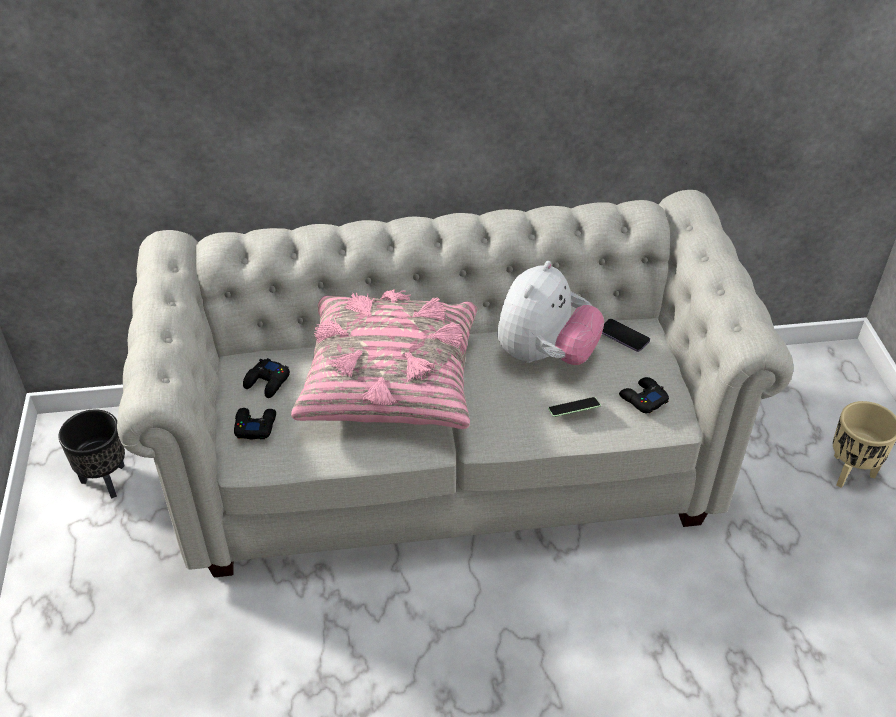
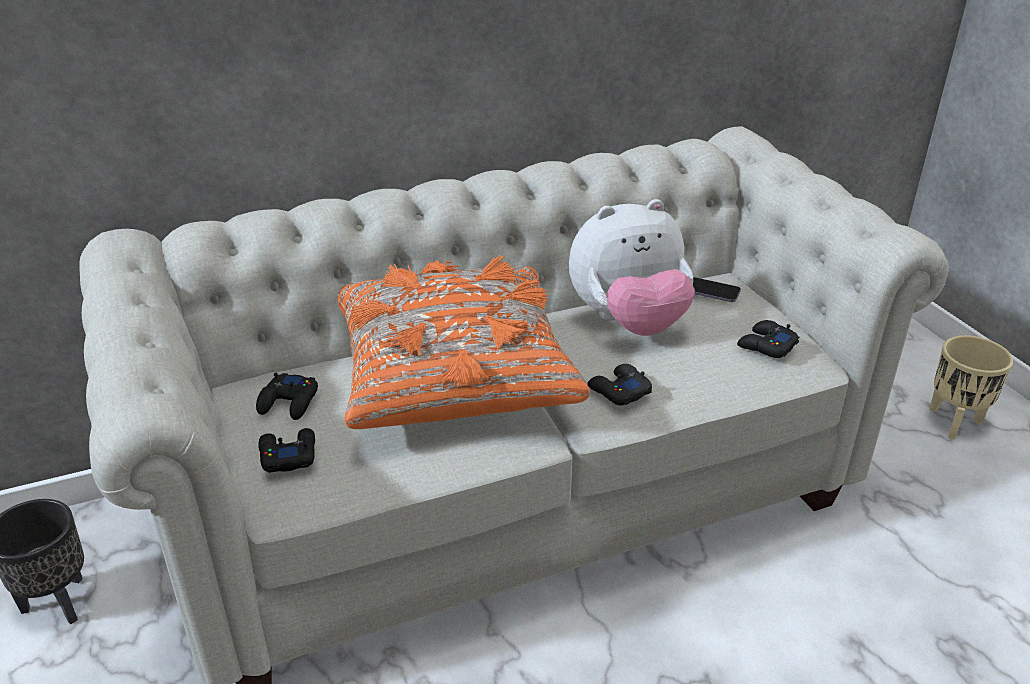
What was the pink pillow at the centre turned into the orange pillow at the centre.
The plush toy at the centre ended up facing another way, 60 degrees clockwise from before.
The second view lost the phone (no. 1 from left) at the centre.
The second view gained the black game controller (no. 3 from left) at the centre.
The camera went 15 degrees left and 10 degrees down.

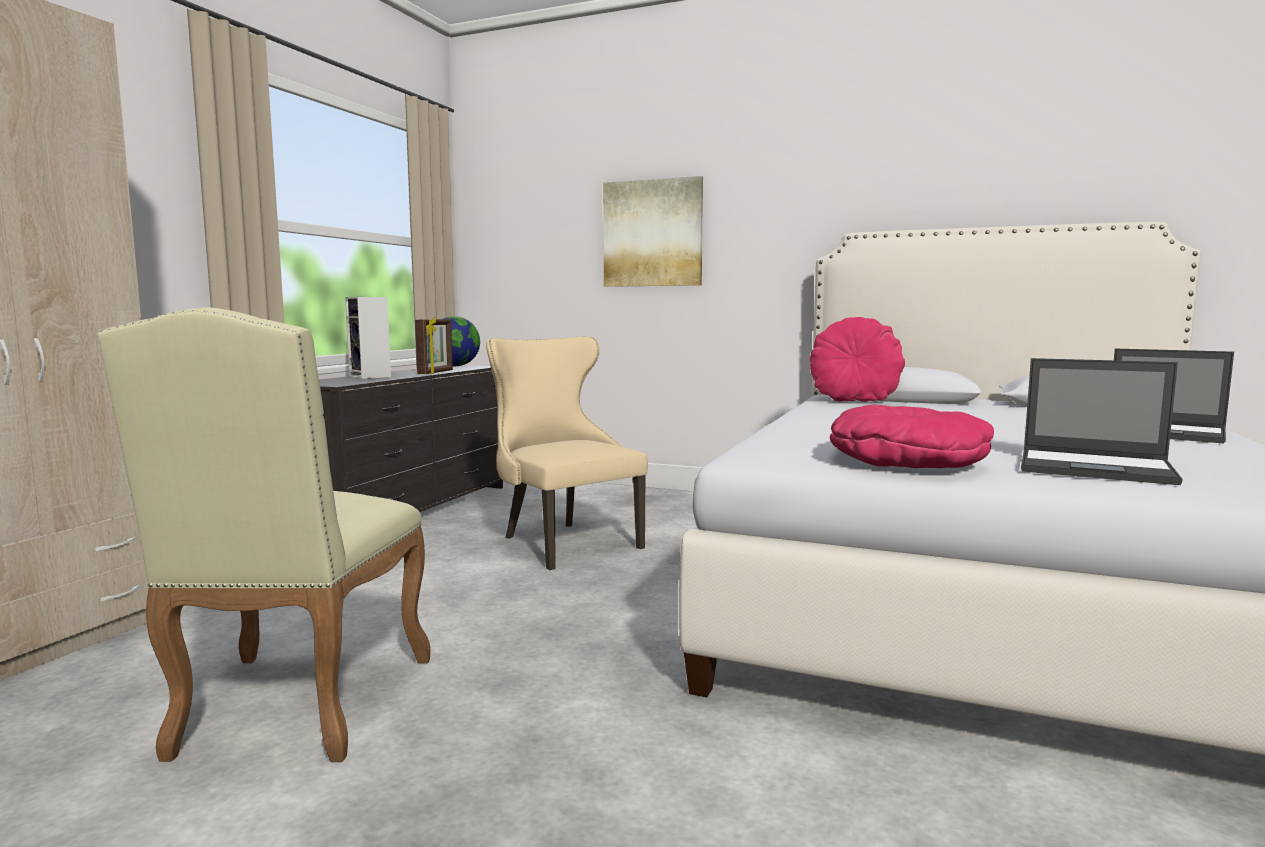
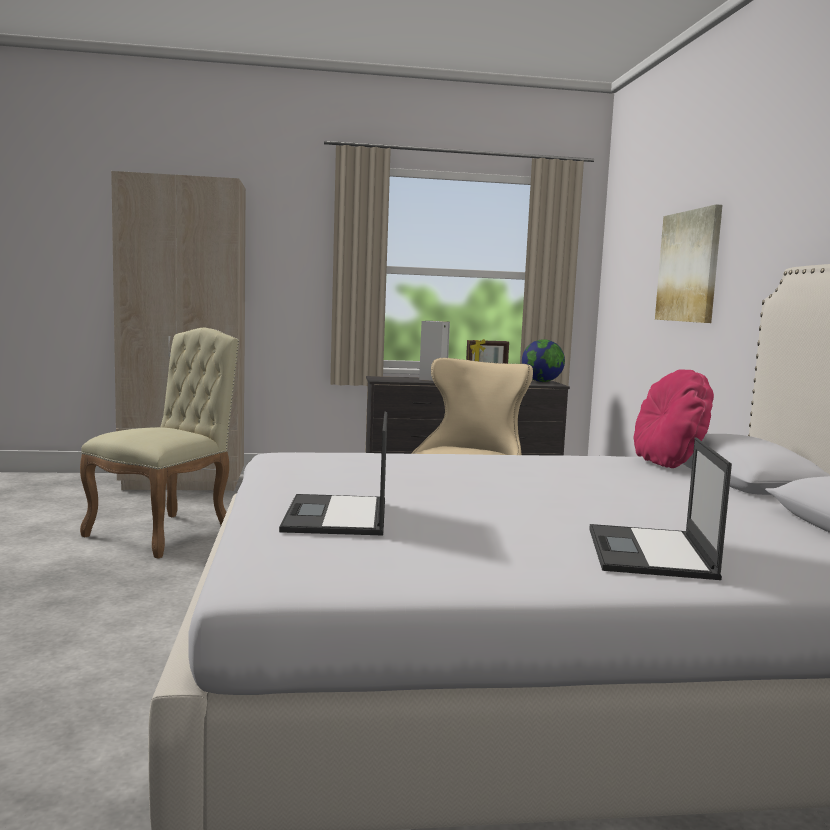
The beige chair (no. 1 from left) at the middle left ended up facing another way, 150 degrees clockwise from before.
The second view lost the pink pillow (no. 2 from left) at the middle right.
The camera went 60 degrees right and 0 degrees up.

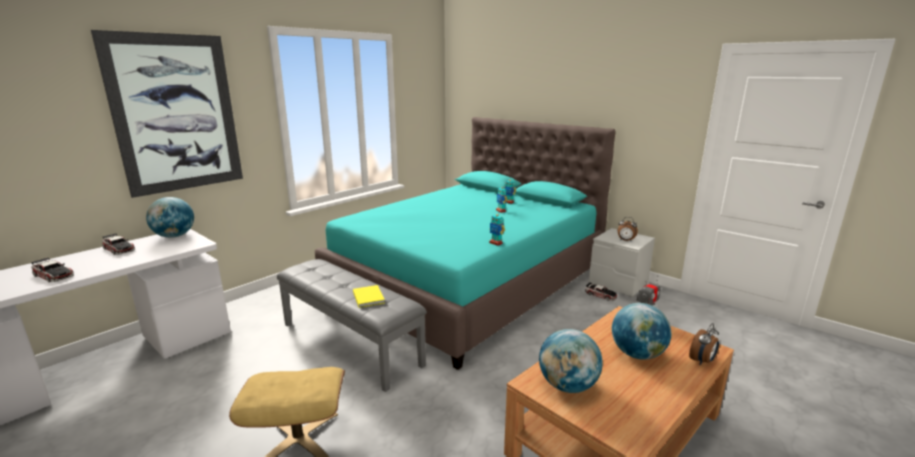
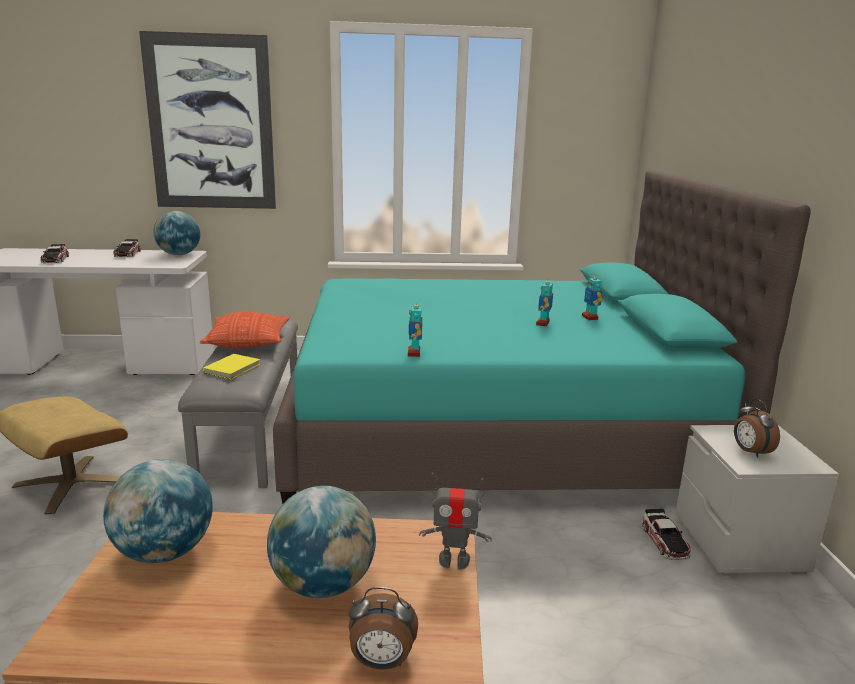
The second view gained the orange pillow at the middle left.
The camera went 45 degrees right and 0 degrees up.

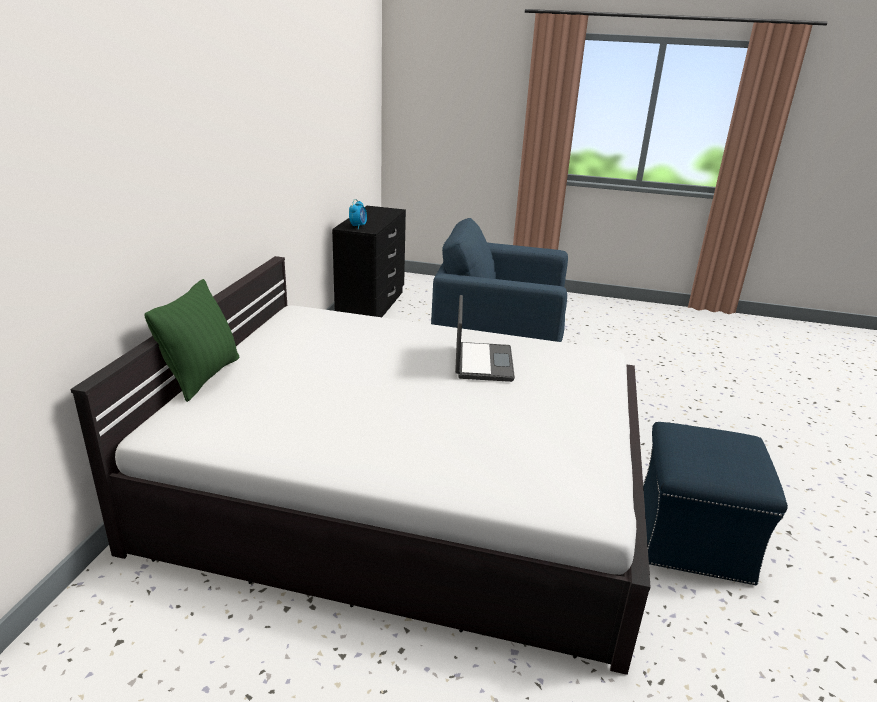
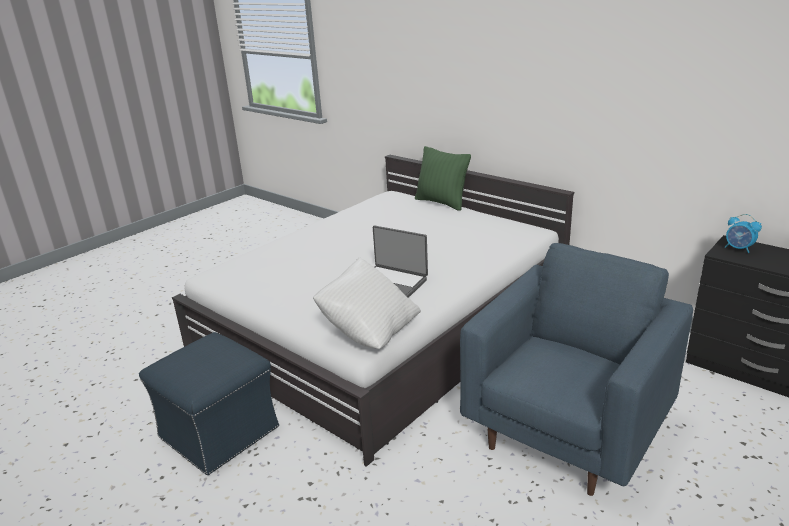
The second view gained the white pillow at the centre.
The camera went 120 degrees right and 0 degrees up.

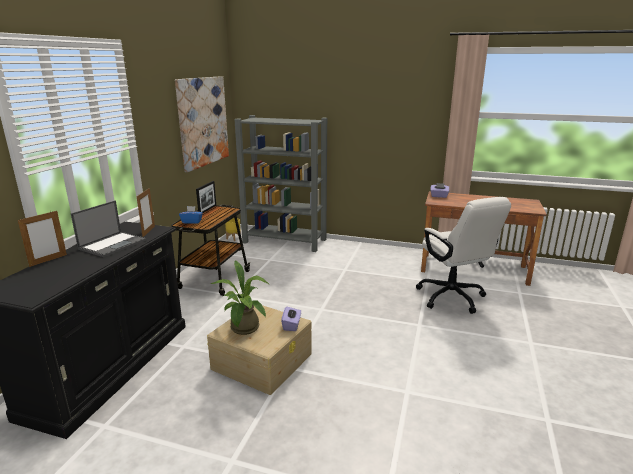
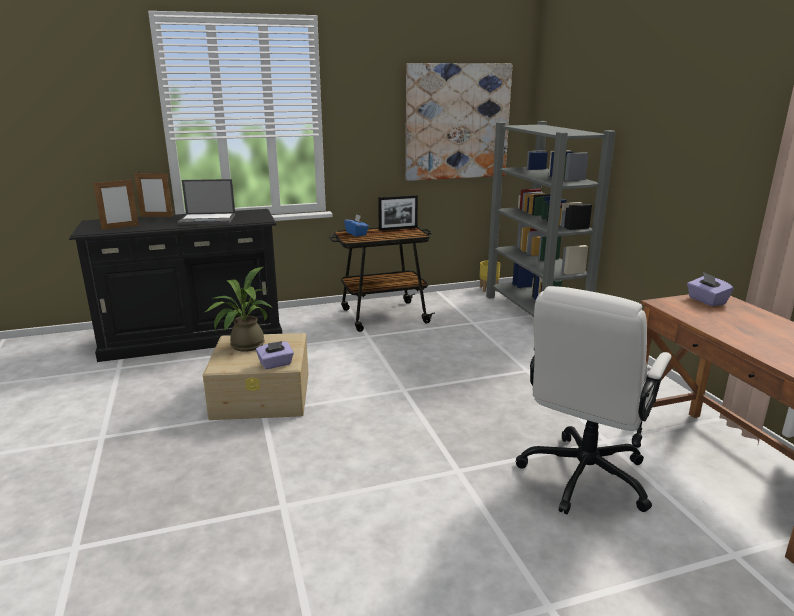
The picture frame (no. 2 from left in the first image) ended up elsewhere, having gone from the middle left to the top left.
The camera went 55 degrees right and 0 degrees up.

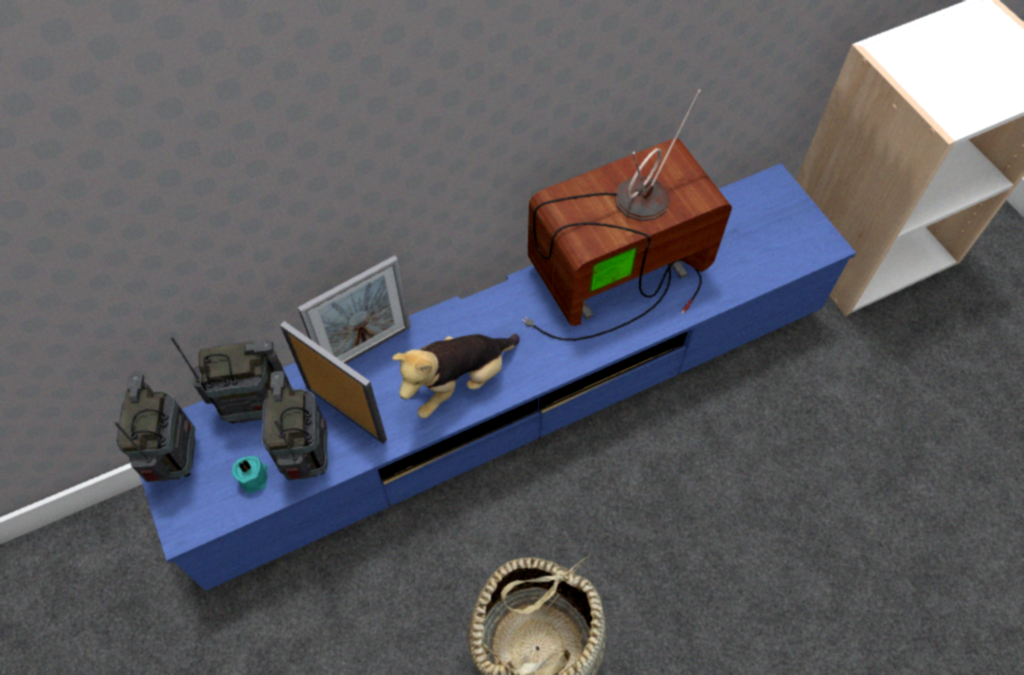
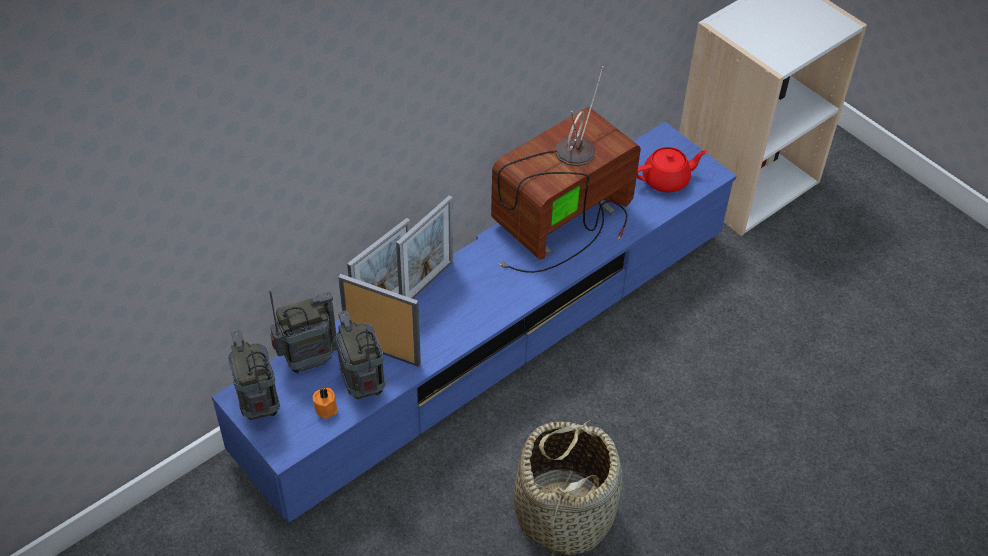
What was the turquoise candle at the bottom left turned into the orange candle at the bottom left.
The second view lost the plush toy at the centre.
The second view gained the picture frame (no. 3 from left) at the centre.
The second view gained the red teapot at the top right.
The camera went 15 degrees left and 10 degrees down.

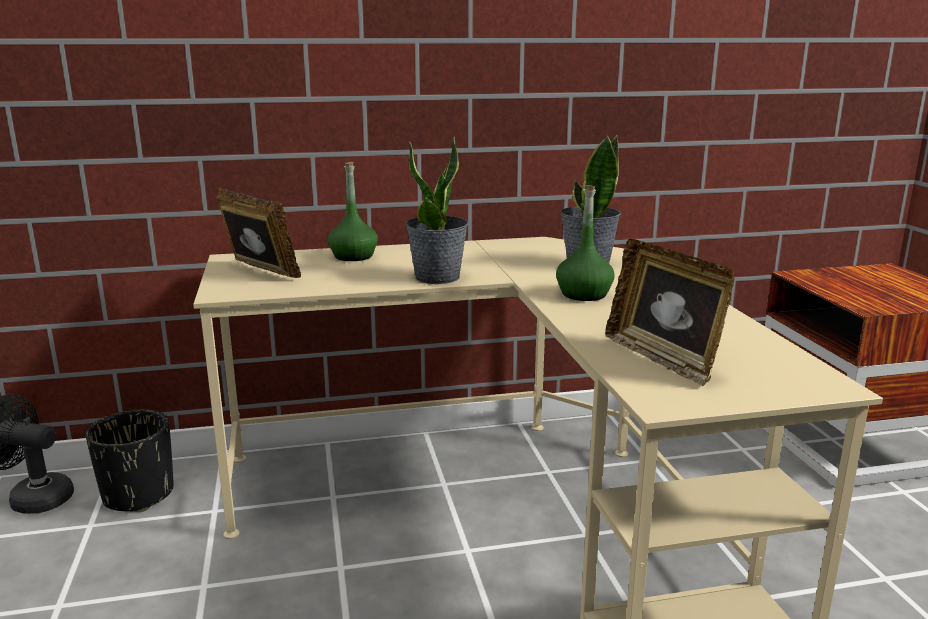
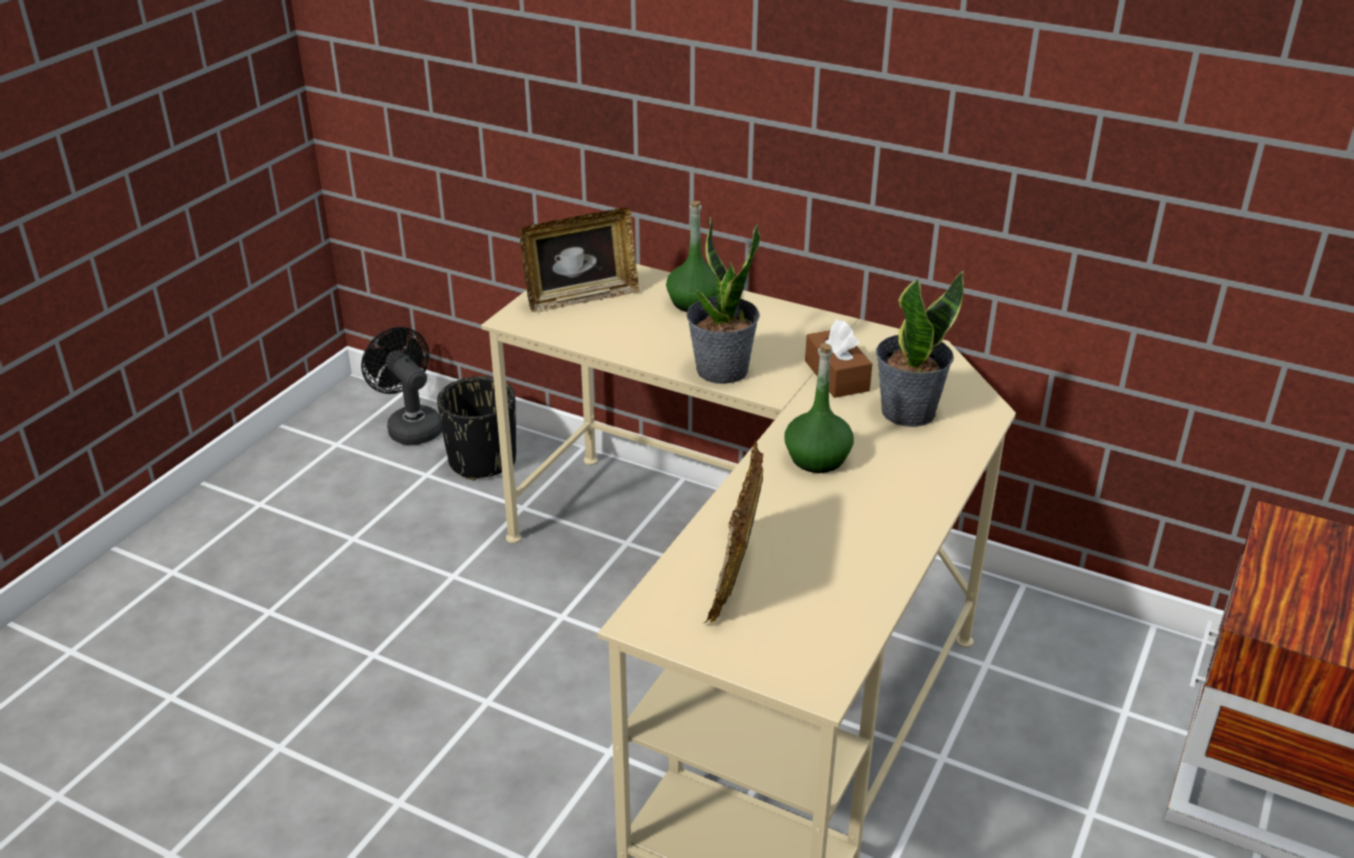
The picture frame (no. 1 from left) at the middle left ended up facing another way, 75 degrees clockwise from before.
The second view gained the brown tissue box at the centre.
The camera went 40 degrees right and 15 degrees up.

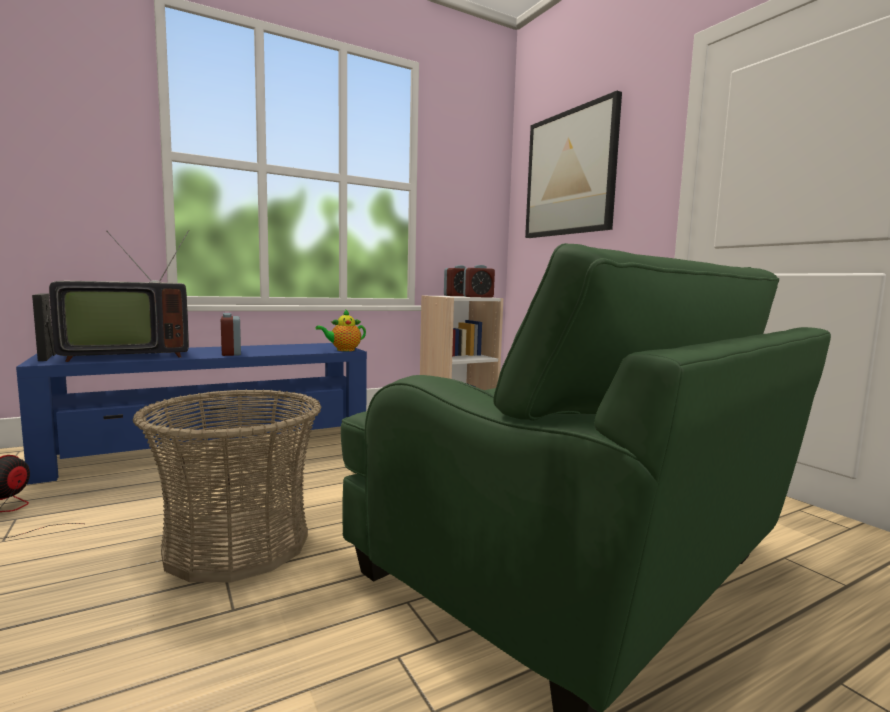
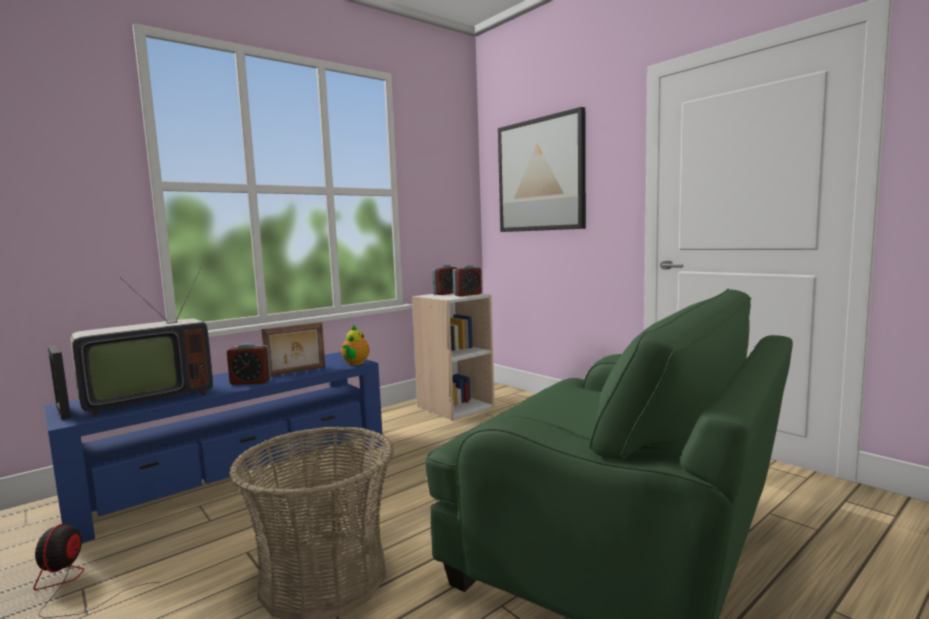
The alarm clock (no. 1 from left) at the middle left ended up facing another way, 60 degrees counterclockwise from before.
The teapot at the centre ended up facing another way, 45 degrees counterclockwise from before.
The second view gained the picture frame (no. 2 from left) at the middle left.
The camera went 10 degrees left and 0 degrees up.

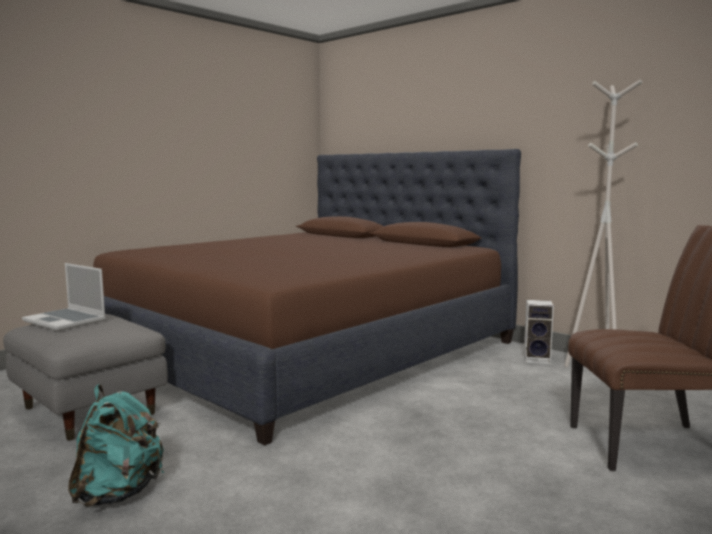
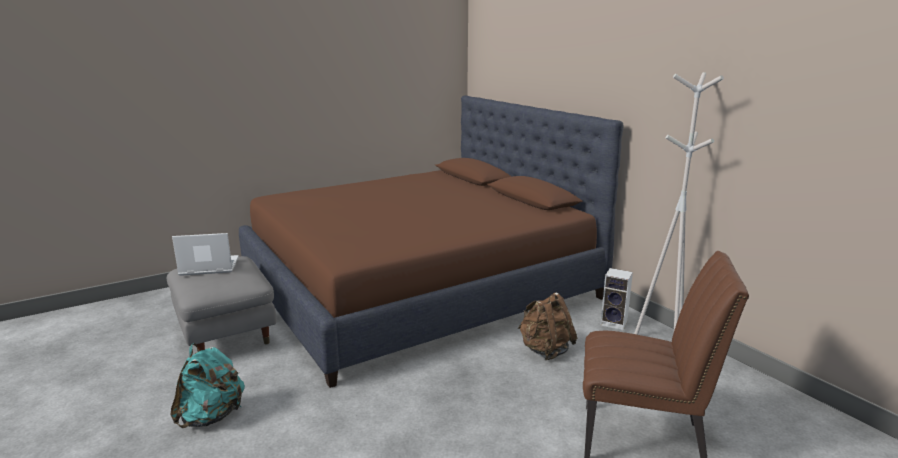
The laptop at the middle left ended up facing another way, 120 degrees clockwise from before.
The second view gained the brown backpack at the bottom centre.
The camera went 15 degrees right and 10 degrees up.

